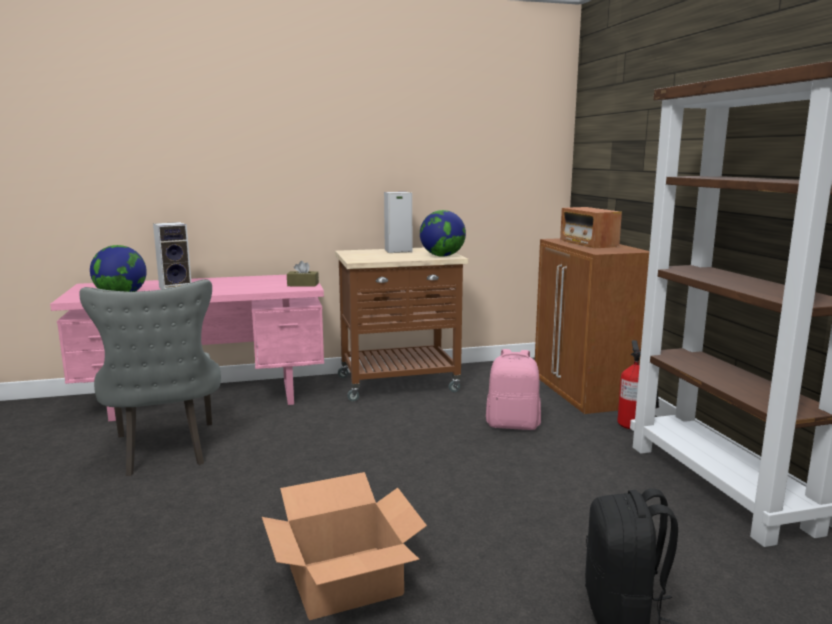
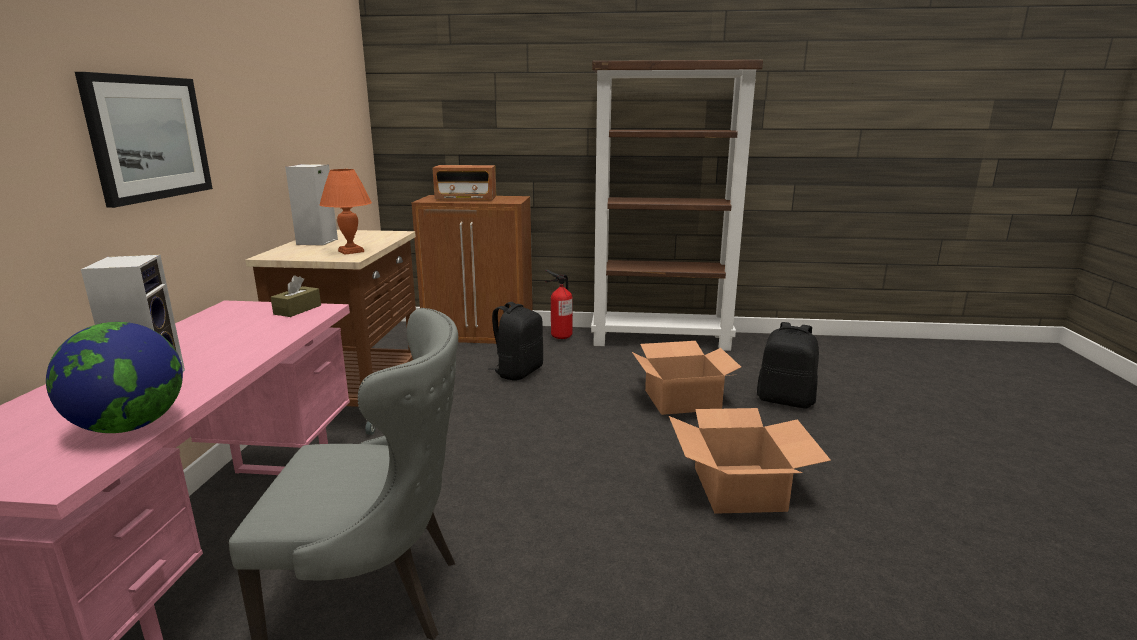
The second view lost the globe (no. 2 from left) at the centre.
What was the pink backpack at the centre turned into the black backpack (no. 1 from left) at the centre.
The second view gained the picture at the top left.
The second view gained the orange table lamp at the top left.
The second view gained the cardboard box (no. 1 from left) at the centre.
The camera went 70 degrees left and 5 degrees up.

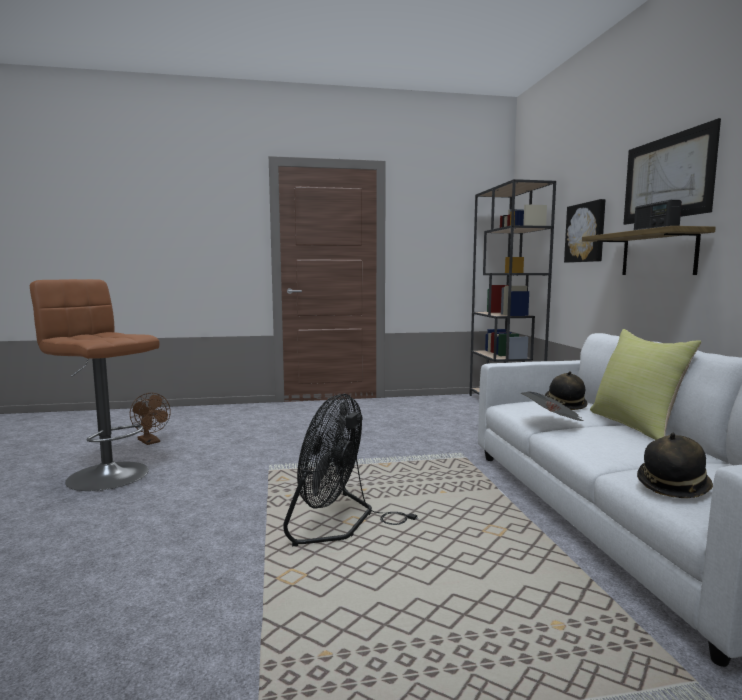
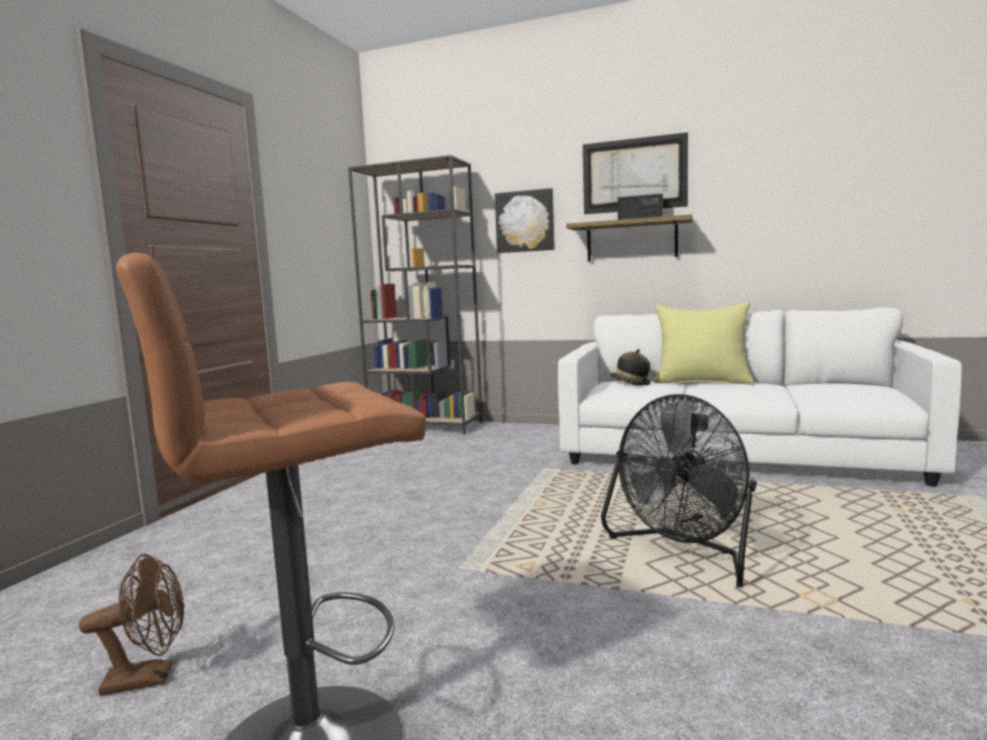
The second view lost the newspaper at the middle right.
The second view lost the hat (no. 2 from left) at the middle right.
The camera went 60 degrees left and 0 degrees up.

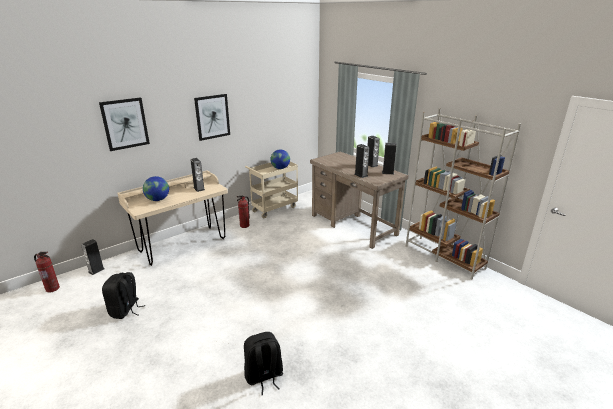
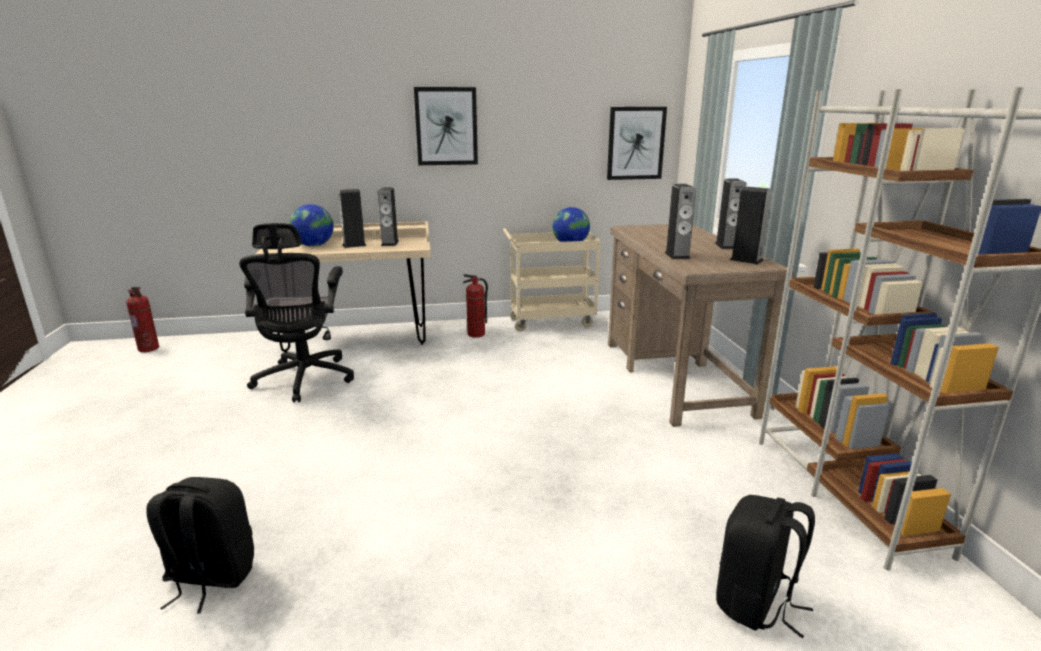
The speaker (no. 1 from left) ended up elsewhere, having gone from the middle left to the centre.
The picture (no. 1 from left in the first image) ended up elsewhere, having gone from the top left to the top centre.
The black backpack (no. 1 from left in the first image) ended up elsewhere, having gone from the bottom left to the bottom right.
The second view gained the office chair at the middle left.
The camera went 30 degrees right and 5 degrees down.

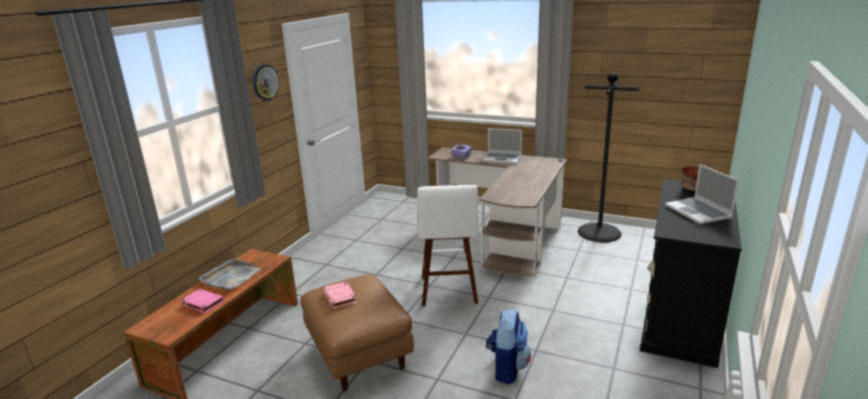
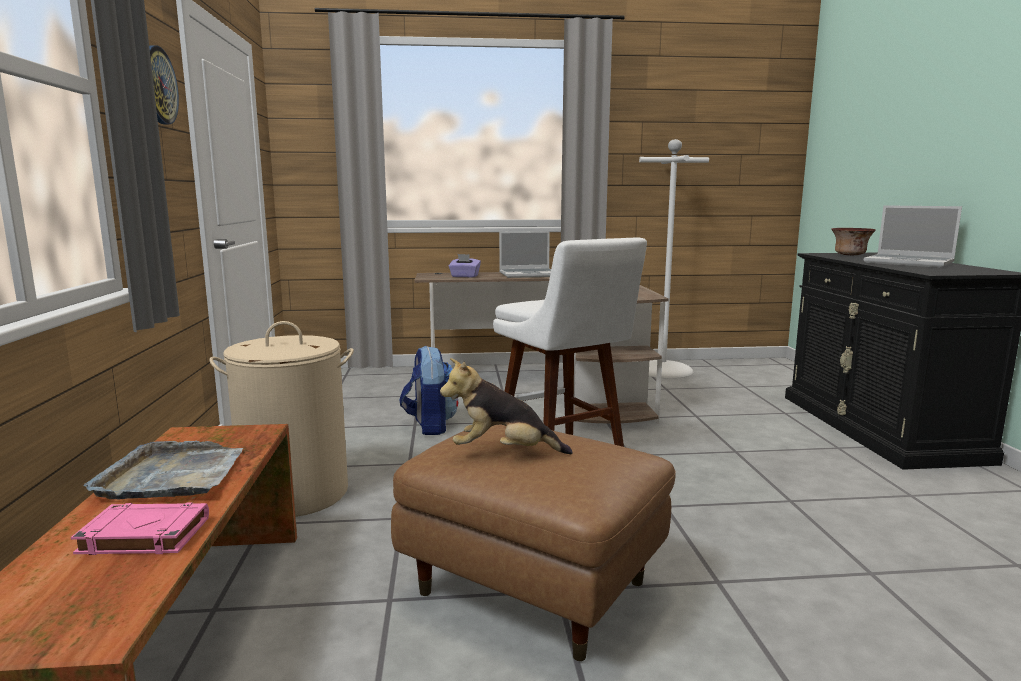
Where the pink book (no. 2 from left) stood at the bottom centre, the plush toy came to stand at the centre.
The backpack ended up elsewhere, having gone from the bottom centre to the centre.
What was the black clothes rack at the middle right turned into the white clothes rack at the centre.
The second view gained the beige laundry basket at the middle left.
The camera went 30 degrees left and 10 degrees down.

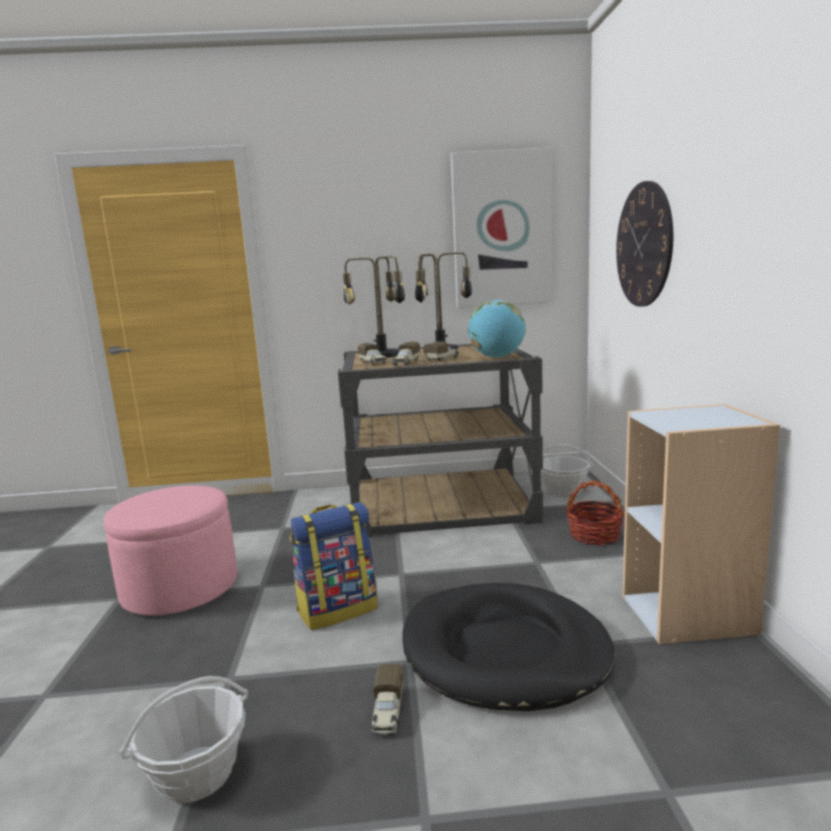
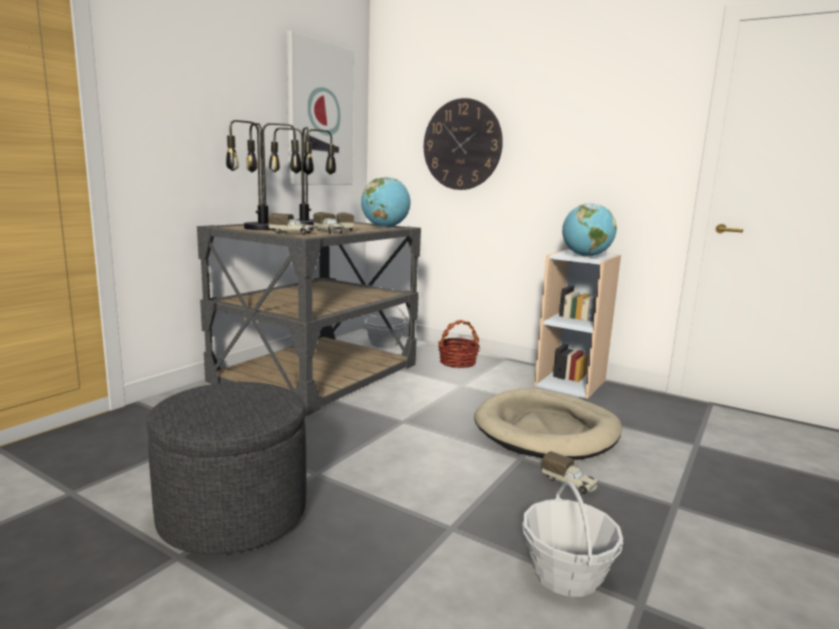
What was the pink ottoman at the middle left turned into the grey ottoman at the bottom left.
The second view lost the backpack at the bottom centre.
What was the black dog bed at the bottom centre turned into the beige dog bed at the bottom centre.
The second view gained the globe (no. 2 from left) at the middle right.
The camera went 55 degrees left and 0 degrees up.

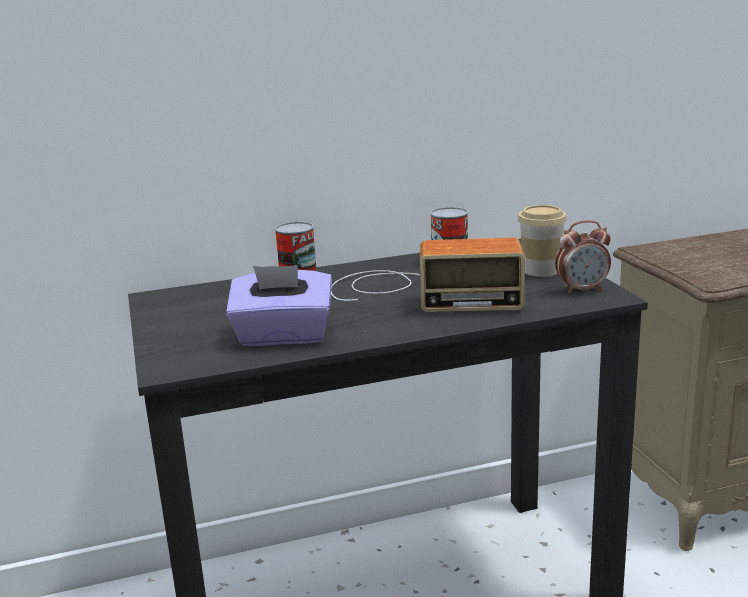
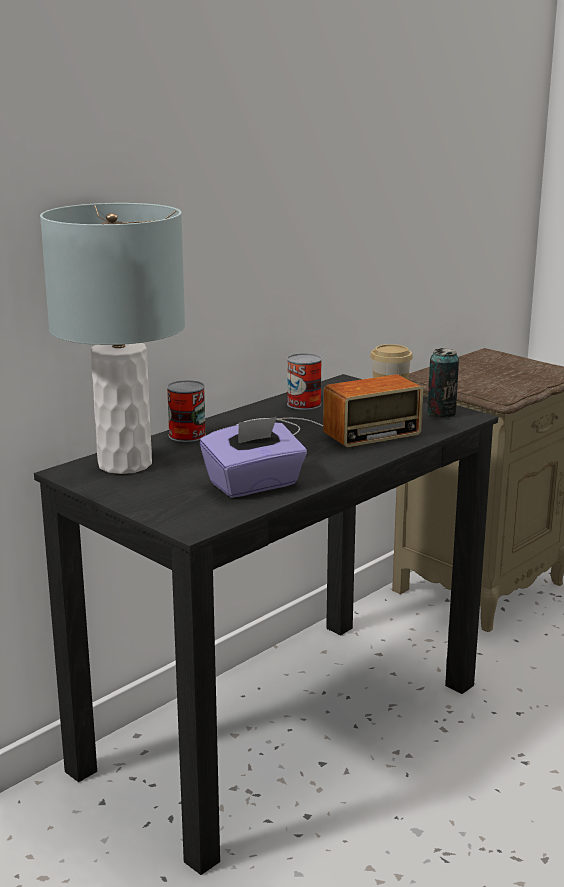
Where the alarm clock stood at the middle right, the can (no. 3 from left) came to stand at the middle right.
The second view gained the grey table lamp at the middle left.
The camera went 30 degrees left and 0 degrees up.

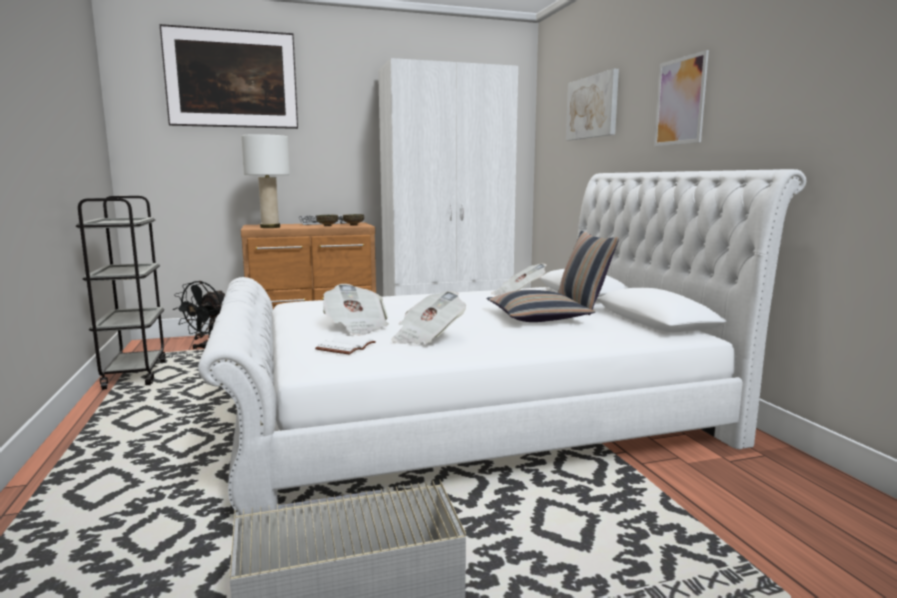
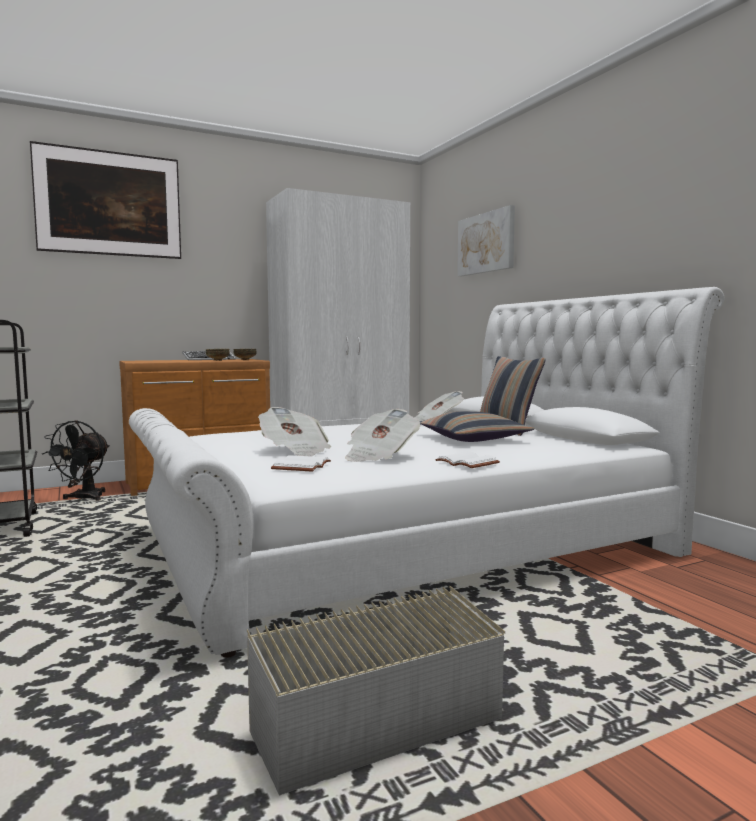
The second view lost the white table lamp at the top left.
The second view lost the picture (no. 3 from left) at the top right.
The second view gained the white book (no. 2 from left) at the centre.
The camera went 10 degrees left and 5 degrees down.

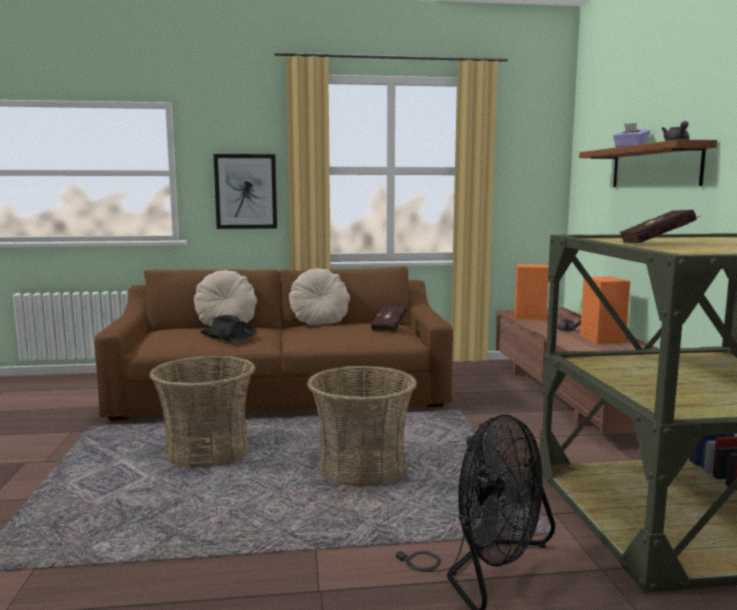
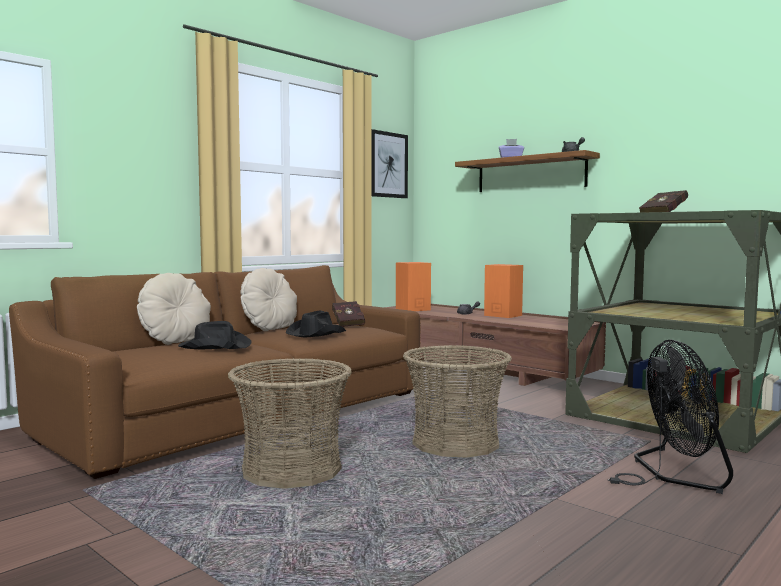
The picture ended up elsewhere, having gone from the top left to the top centre.
The second view gained the black hat (no. 2 from left) at the centre.
The camera went 40 degrees left and 5 degrees down.

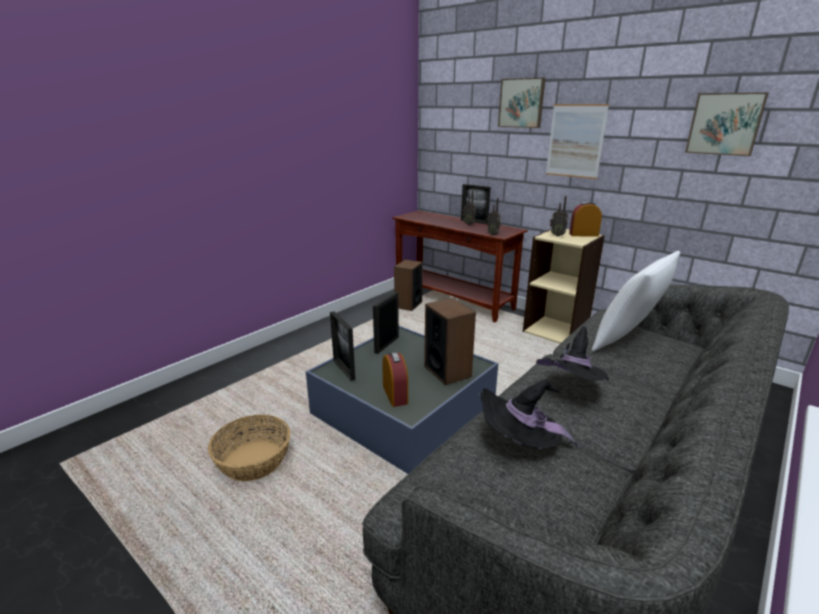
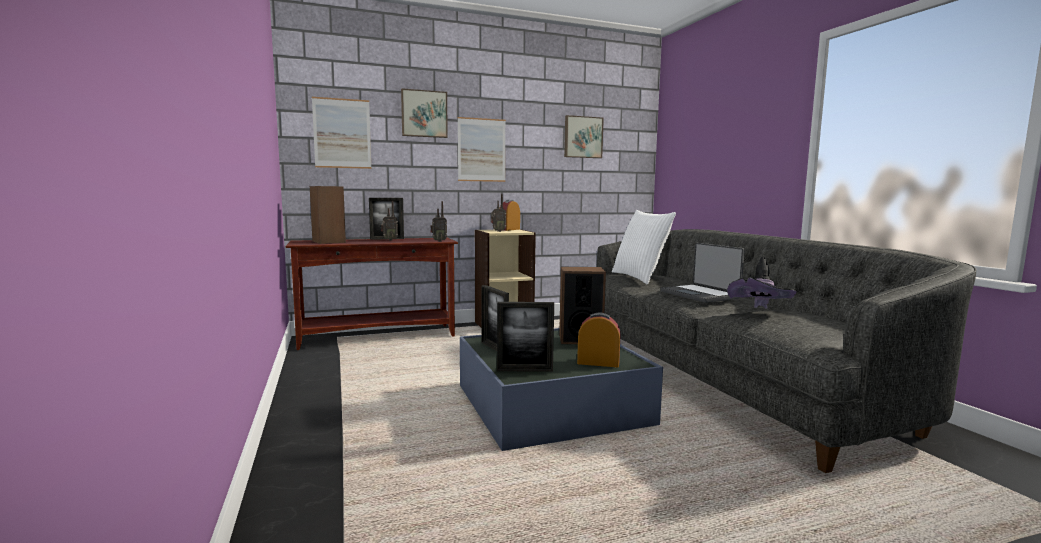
The second view lost the basket at the bottom left.
The speaker (no. 1 from left) ended up elsewhere, having gone from the centre to the middle left.
Where the black hat (no. 2 from left) stood at the middle right, the laptop came to stand at the middle right.
The second view gained the picture (no. 1 from left) at the top left.
The camera went 60 degrees left and 15 degrees down.

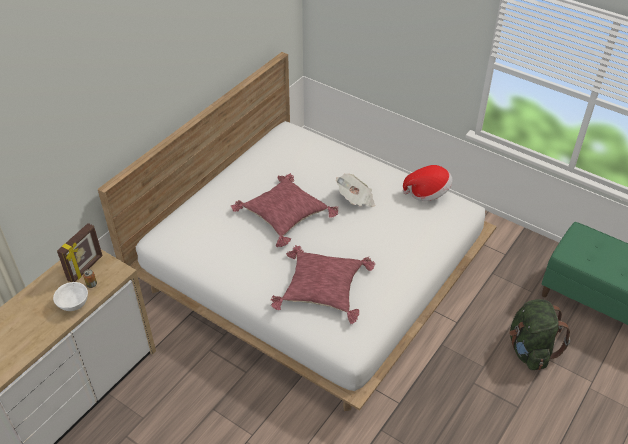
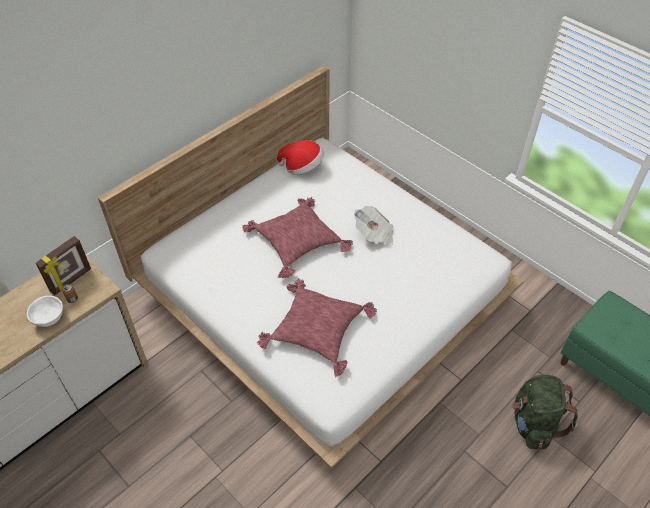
The hat ended up elsewhere, having gone from the middle right to the top centre.
The camera went 10 degrees right and 5 degrees up.

